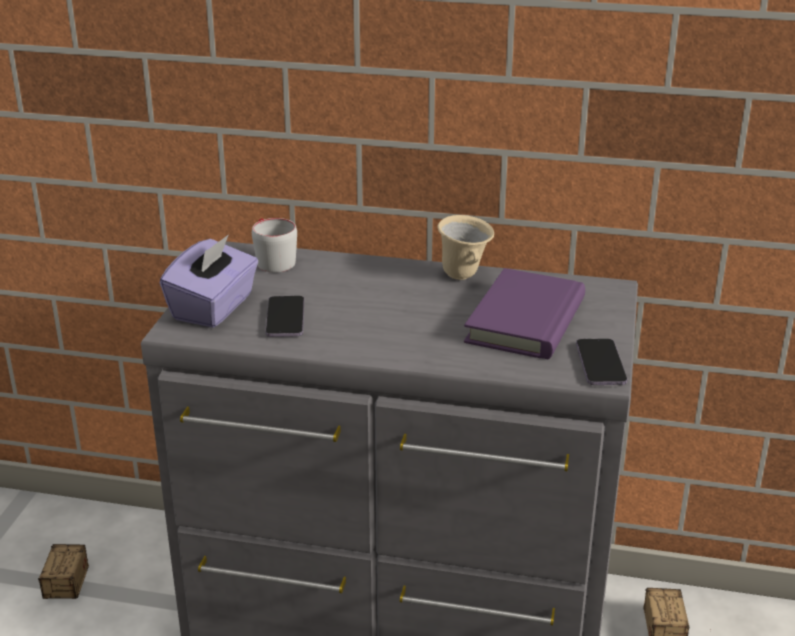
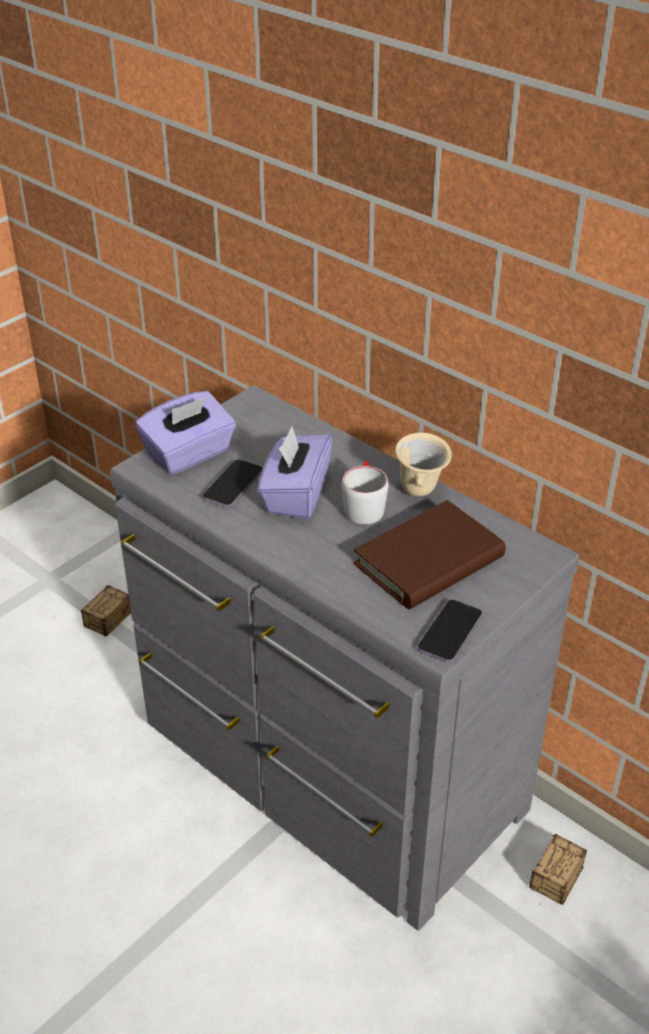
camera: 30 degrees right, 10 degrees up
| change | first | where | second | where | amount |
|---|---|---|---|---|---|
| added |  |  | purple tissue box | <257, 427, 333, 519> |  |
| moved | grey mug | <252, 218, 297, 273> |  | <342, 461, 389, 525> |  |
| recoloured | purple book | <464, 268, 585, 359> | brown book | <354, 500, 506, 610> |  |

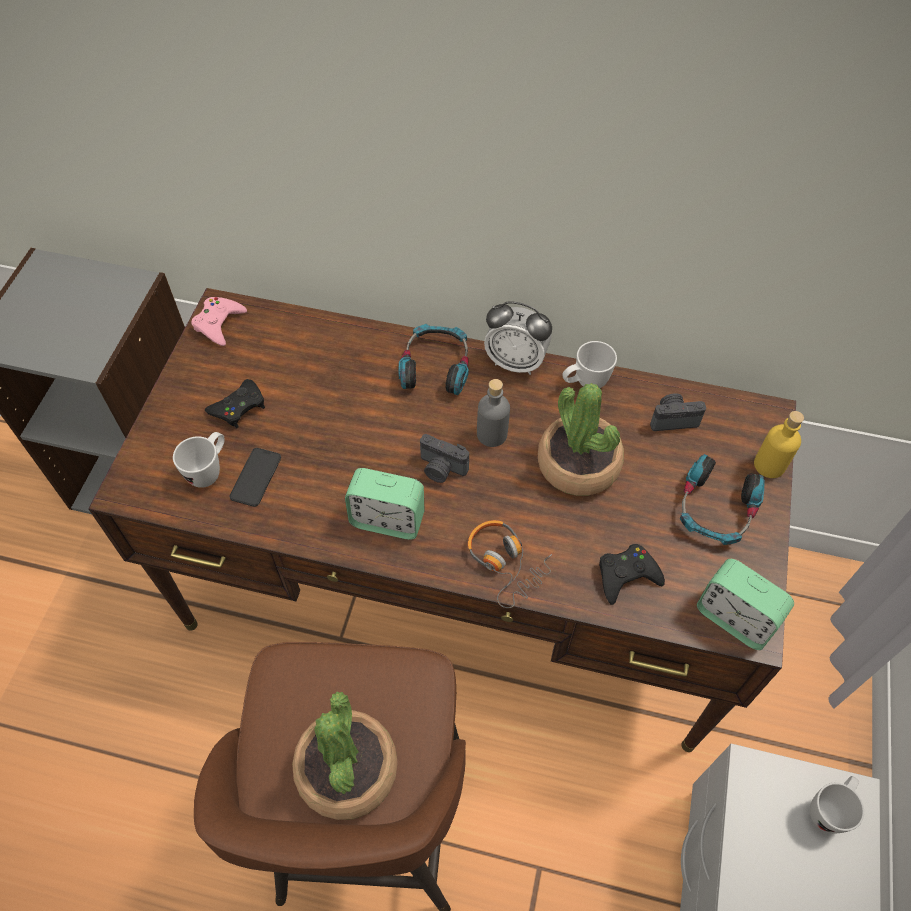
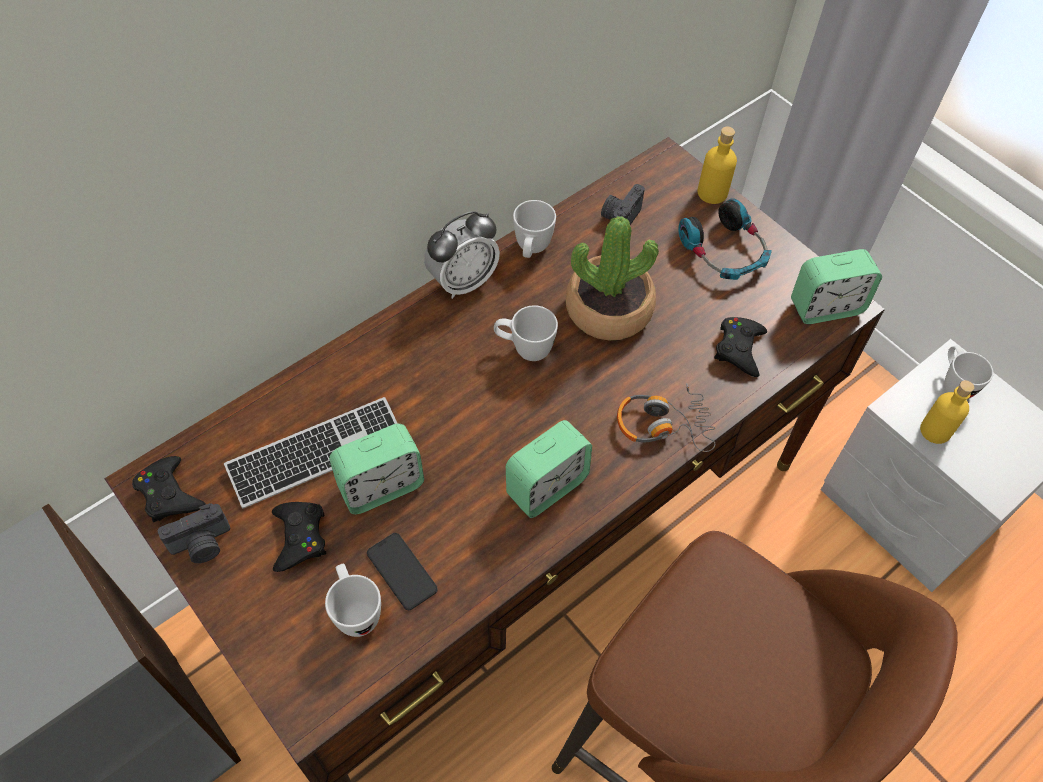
camera: 55 degrees left, 0 degrees up
| change | first | where | second | where | amount |
|---|---|---|---|---|---|
| removed | potted plant | <292, 691, 398, 820> |  |  |  |
| removed | headphones | <399, 324, 469, 395> |  |  |  |
| added |  |  | keyboard | <224, 397, 398, 509> |  |
| added |  |  | alarm clock | <329, 424, 424, 514> |  |
| added |  |  | yellow bottle | <920, 380, 974, 444> |  |
| moved | photo camera | <420, 434, 469, 483> |  | <158, 503, 230, 563> |  |
| replaced | grey bottle | <477, 379, 510, 447> | white mug | <494, 305, 558, 361> |  |
| recoloured | pink game controller | <191, 297, 247, 346> | black game controller | <132, 456, 206, 522> |  |

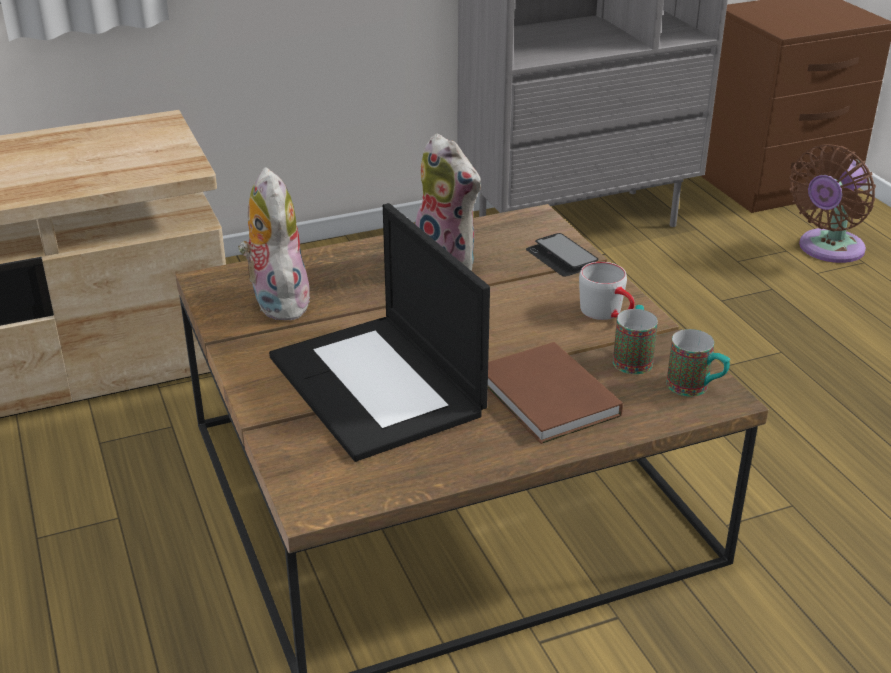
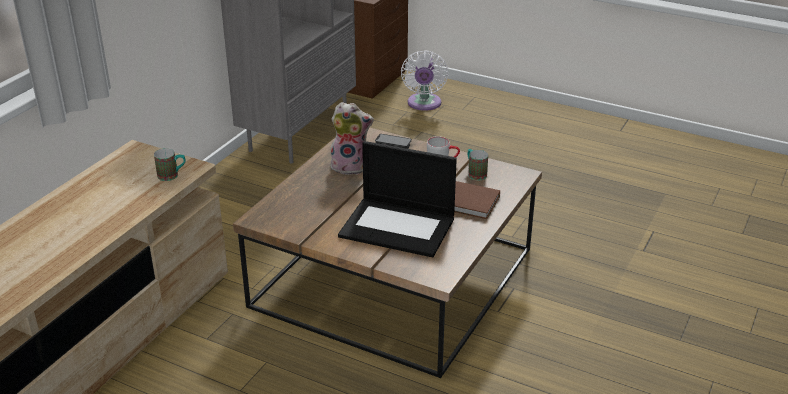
camera: 40 degrees left, 0 degrees up
| change | first | where | second | where | amount |
|---|---|---|---|---|---|
| removed | plush toy | <238, 167, 310, 320> |  |  |  |
| moved | mug | <666, 329, 730, 397> |  | <154, 148, 186, 181> |  |
| recoloured | brown fan | <789, 144, 876, 263> | white fan | <401, 50, 448, 111> |  |

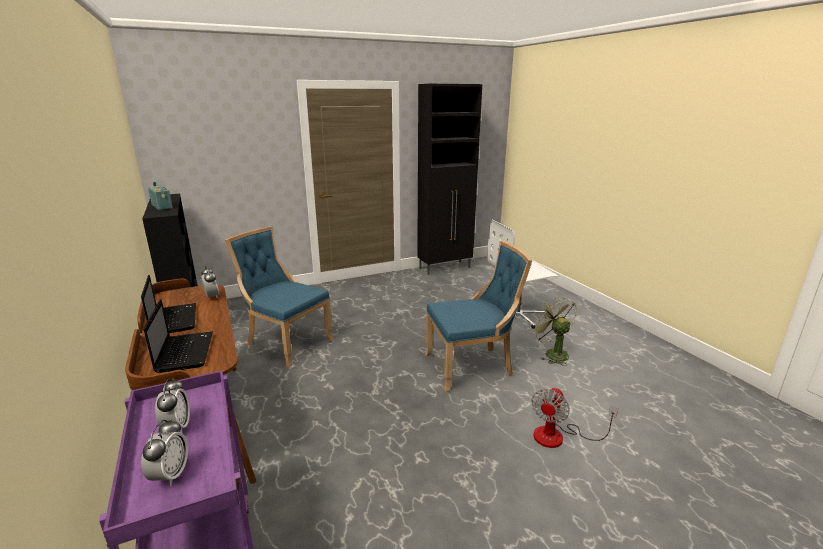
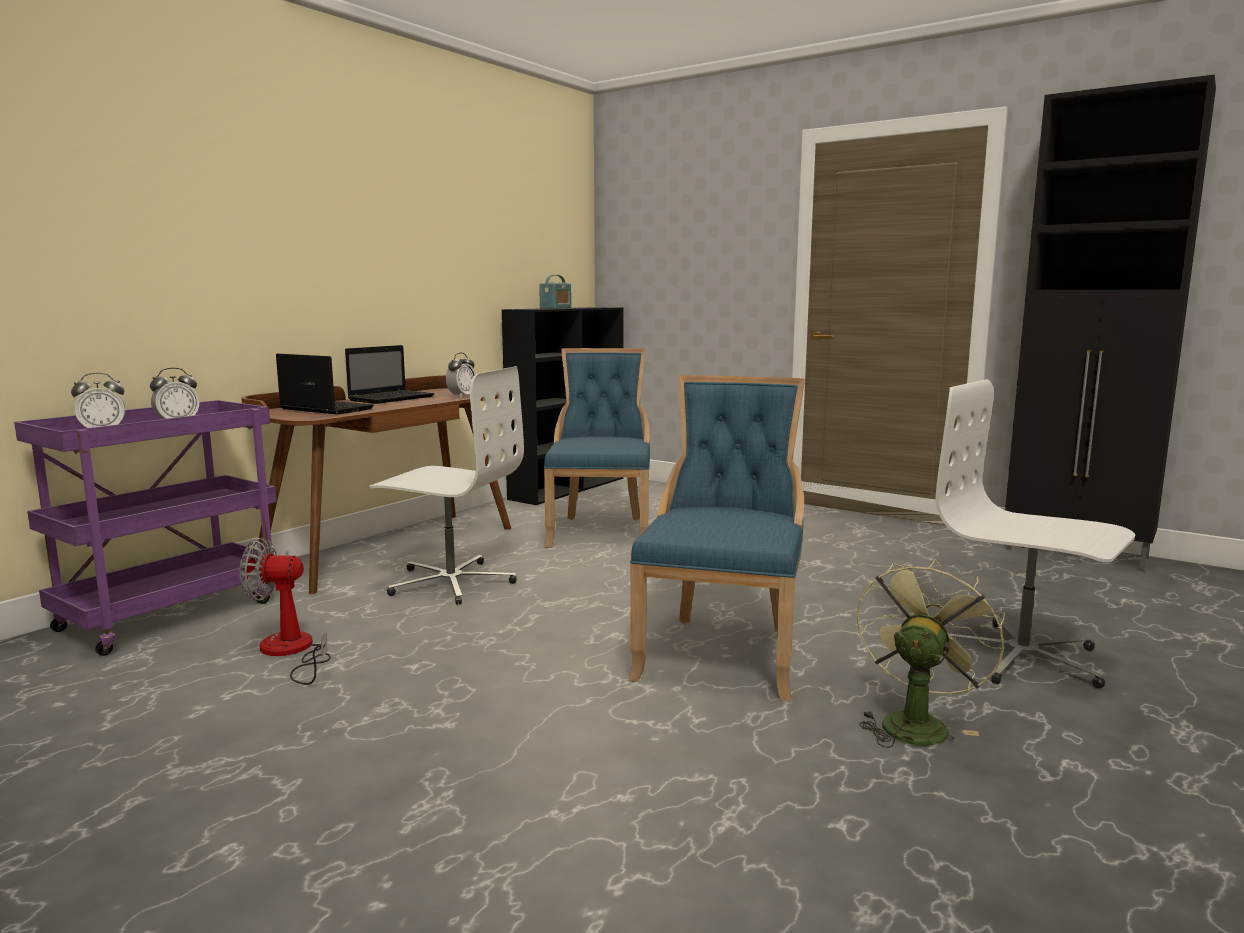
camera: 60 degrees right, 10 degrees down
| change | first | where | second | where | amount |
|---|---|---|---|---|---|
| added |  |  | white office chair | <369, 366, 524, 605> |  |
| moved | fan | <531, 387, 618, 448> |  | <240, 538, 331, 685> |  |
| turned | laptop | <143, 299, 213, 373> |  | <276, 354, 374, 415> | 105 degrees counterclockwise |
| turned | blue chair | <425, 241, 532, 392> |  | <628, 375, 805, 701> | 120 degrees counterclockwise |

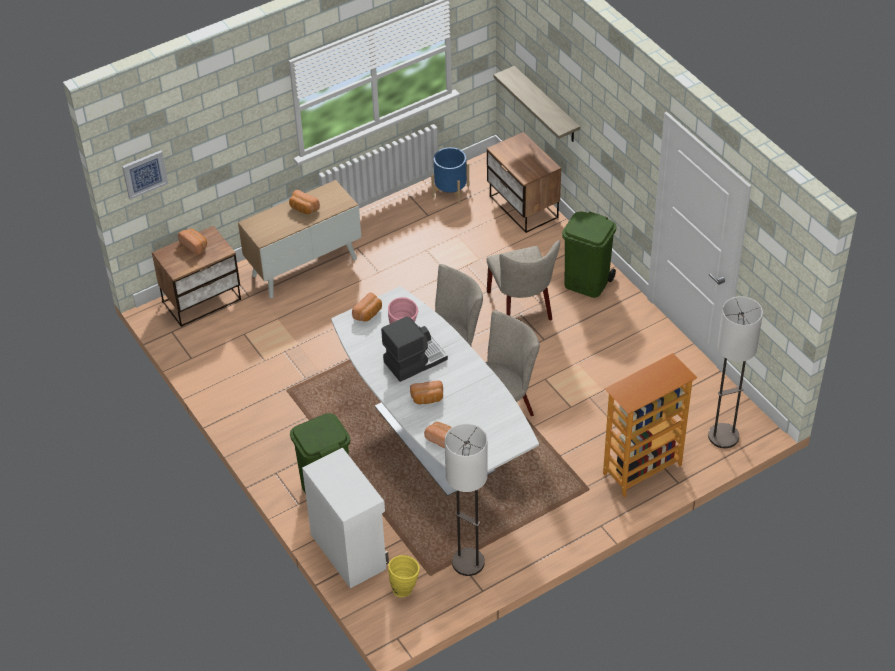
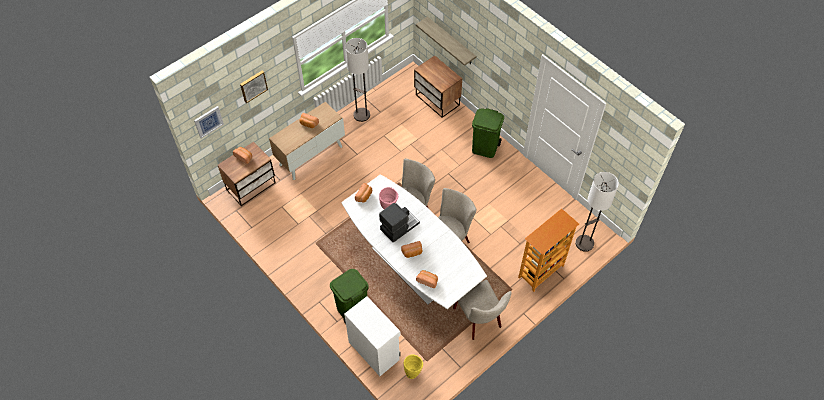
camera: 10 degrees left, 10 degrees up
| change | first | where | second | where | amount |
|---|---|---|---|---|---|
| removed | blue planter | <431, 147, 469, 204> |  |  |  |
| added |  |  | picture | <240, 71, 268, 103> |  |
| moved | floor lamp | <445, 424, 488, 576> |  | <345, 38, 370, 122> |  |
| moved | beige chair | <487, 240, 560, 321> |  | <453, 280, 511, 340> |  |

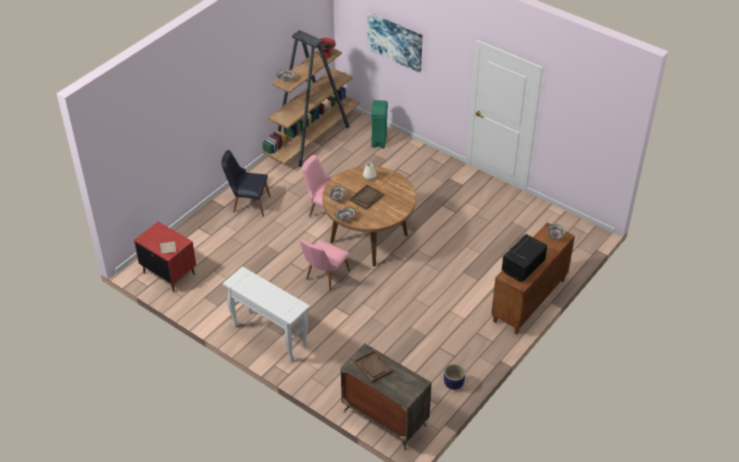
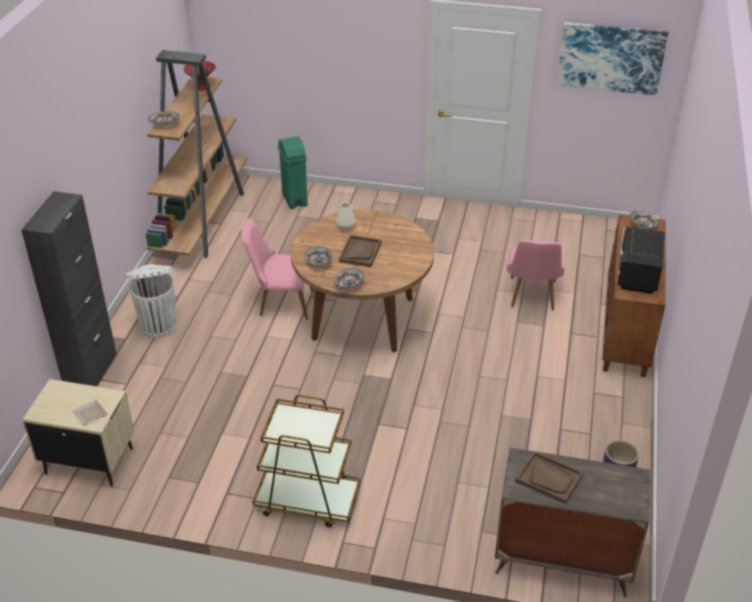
camera: 25 degrees left, 5 degrees down
| change | first | where | second | where | amount |
|---|---|---|---|---|---|
| added |  |  | black cabinet | <21, 191, 117, 386> |  |
| moved | pink chair | <300, 239, 350, 291> |  | <507, 240, 564, 310> |  |
| moved | picture | <367, 12, 422, 73> |  | <557, 22, 668, 95> |  |
| replaced | black chair | <221, 150, 270, 217> | white trash can | <126, 264, 177, 338> |  |
| replaced | white console table | <223, 266, 310, 362> | brown cart | <252, 395, 360, 527> |  |
| recoloured | red nightstand | <134, 221, 196, 292> | beige nightstand | <22, 379, 134, 486> |  |

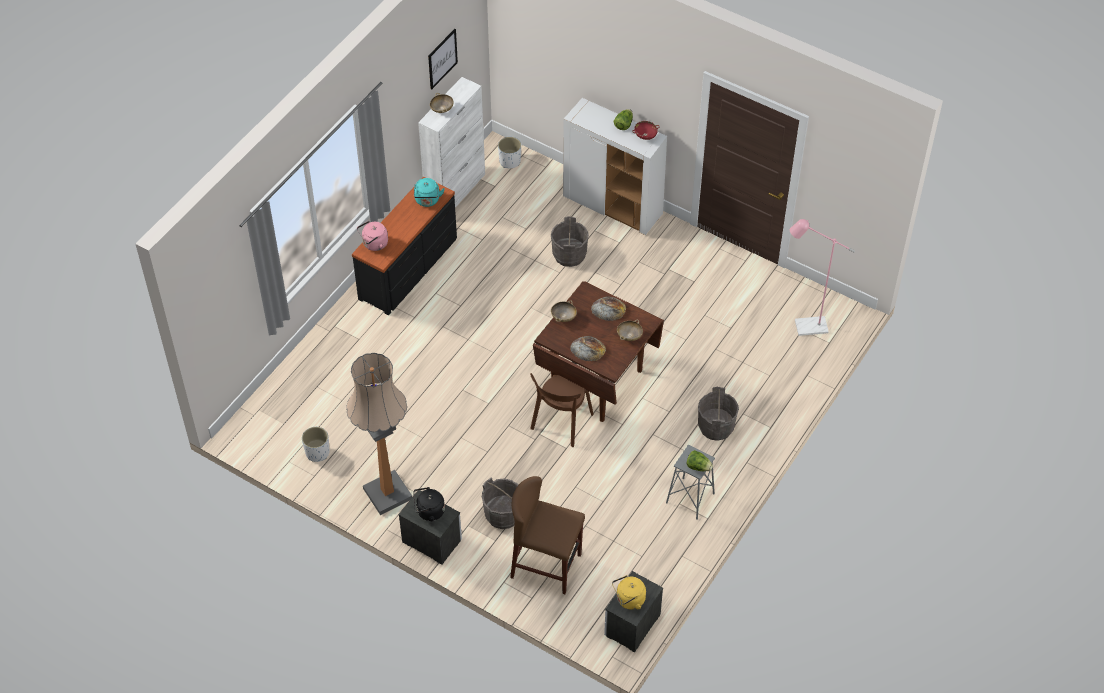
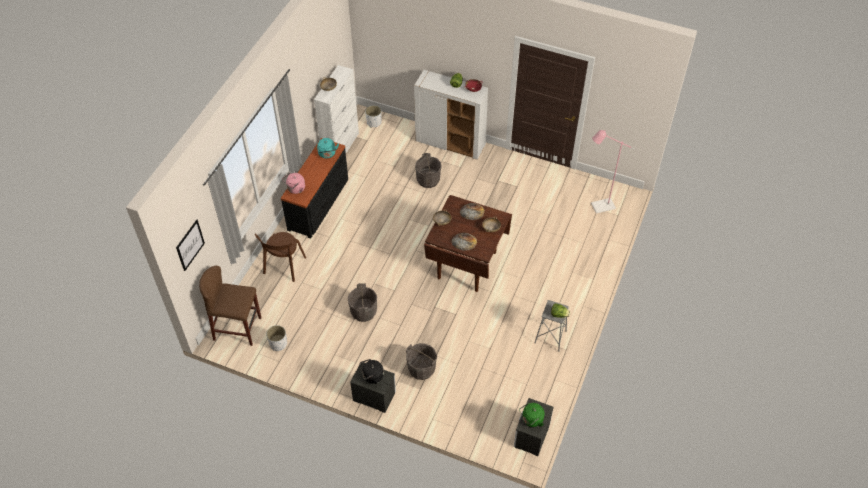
camera: 10 degrees left, 0 degrees up
| change | first | where | second | where | amount |
|---|---|---|---|---|---|
| removed | floor lamp | <346, 353, 412, 515> |  |  |  |
| moved | picture | <428, 29, 458, 90> |  | <176, 220, 205, 271> |  |
| moved | brown stool | <510, 476, 585, 594> |  | <199, 266, 261, 346> |  |
| moved | brown chair | <530, 373, 594, 447> |  | <255, 232, 306, 282> |  |
| moved | grey bucket | <698, 387, 739, 441> |  | <348, 283, 377, 322> |  |
| recoloured | yellow kettle | <612, 575, 646, 610> | green kettle | <519, 403, 545, 427> |  |

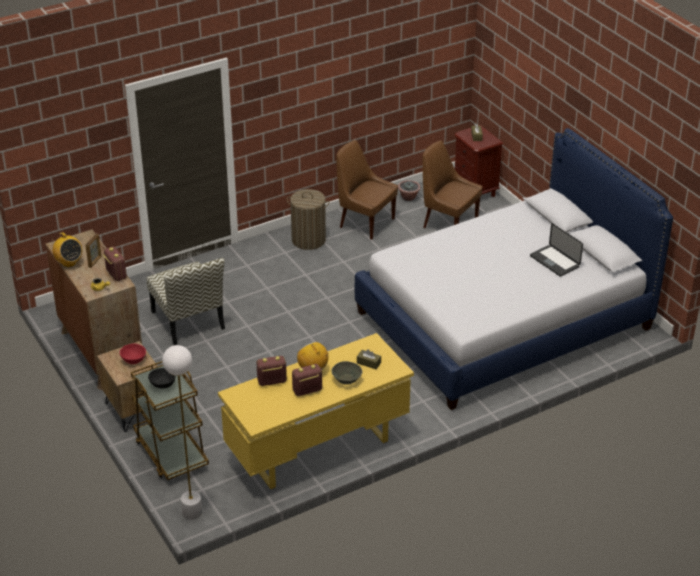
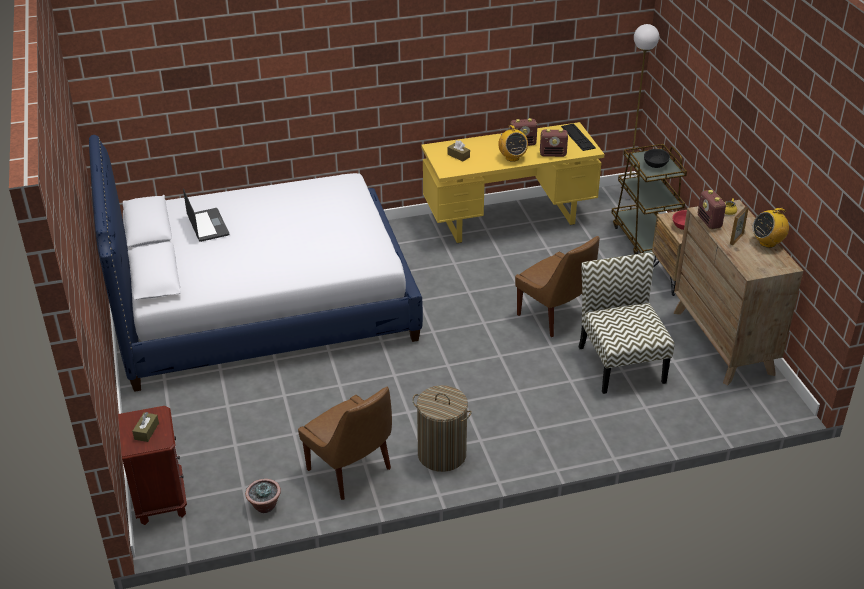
camera: 165 degrees left, 0 degrees up
| change | first | where | second | where | amount |
|---|---|---|---|---|---|
| removed | grey bowl | <331, 361, 363, 385> |  |  |  |
| added |  |  | keyboard | <561, 123, 596, 151> |  |
| moved | brown chair | <423, 140, 483, 228> |  | <515, 236, 600, 337> |  |
| turned | radio | <51, 232, 82, 267> |  | <753, 208, 789, 248> | 90 degrees counterclockwise |

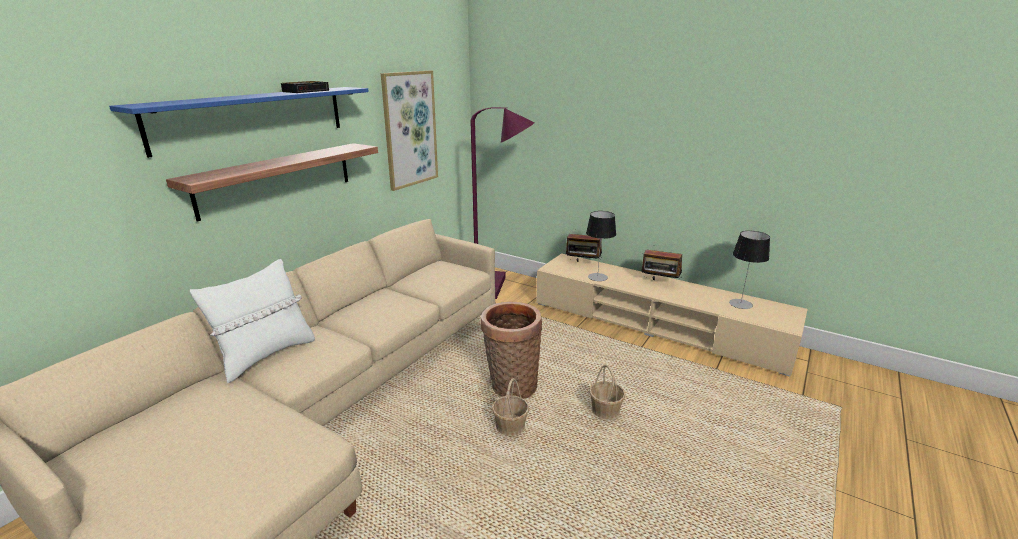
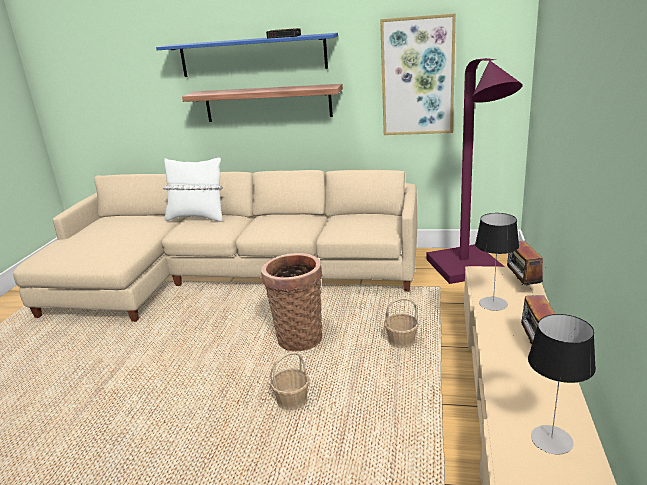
camera: 70 degrees right, 0 degrees up
| change | first | where | second | where | amount |
|---|---|---|---|---|---|
| moved | basket | <492, 378, 529, 436> |  | <384, 298, 419, 348> |  |

